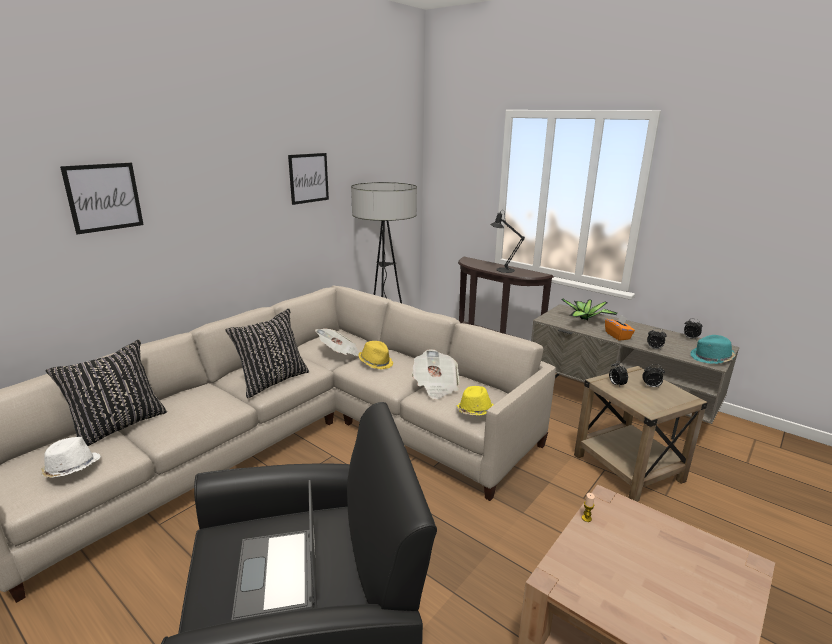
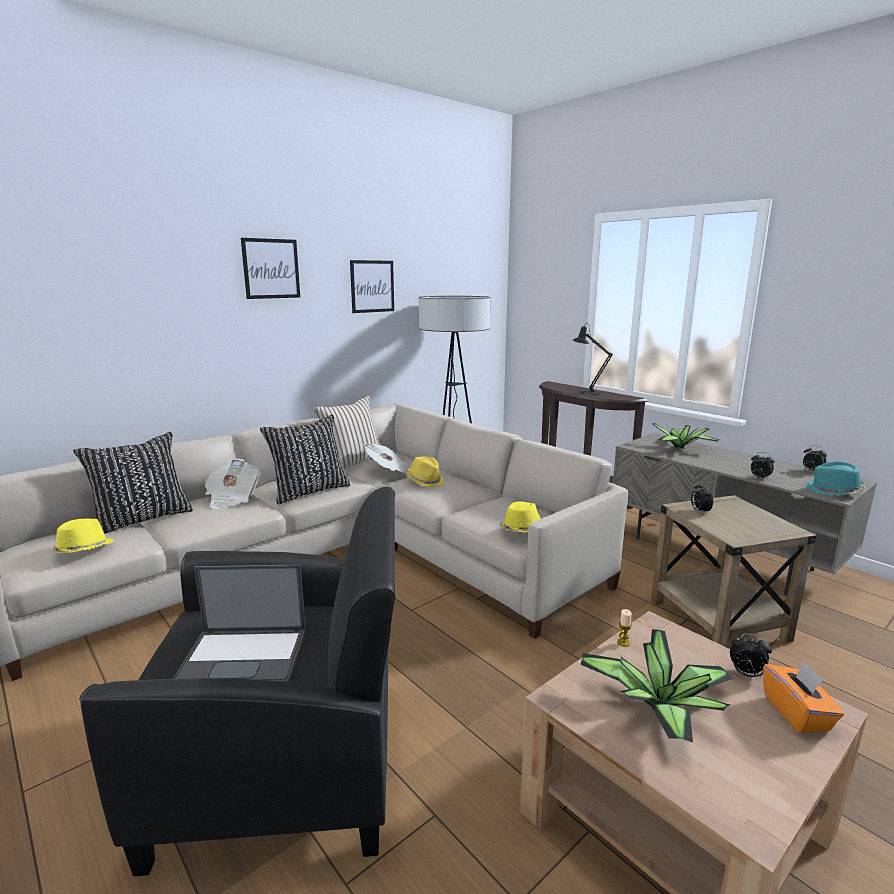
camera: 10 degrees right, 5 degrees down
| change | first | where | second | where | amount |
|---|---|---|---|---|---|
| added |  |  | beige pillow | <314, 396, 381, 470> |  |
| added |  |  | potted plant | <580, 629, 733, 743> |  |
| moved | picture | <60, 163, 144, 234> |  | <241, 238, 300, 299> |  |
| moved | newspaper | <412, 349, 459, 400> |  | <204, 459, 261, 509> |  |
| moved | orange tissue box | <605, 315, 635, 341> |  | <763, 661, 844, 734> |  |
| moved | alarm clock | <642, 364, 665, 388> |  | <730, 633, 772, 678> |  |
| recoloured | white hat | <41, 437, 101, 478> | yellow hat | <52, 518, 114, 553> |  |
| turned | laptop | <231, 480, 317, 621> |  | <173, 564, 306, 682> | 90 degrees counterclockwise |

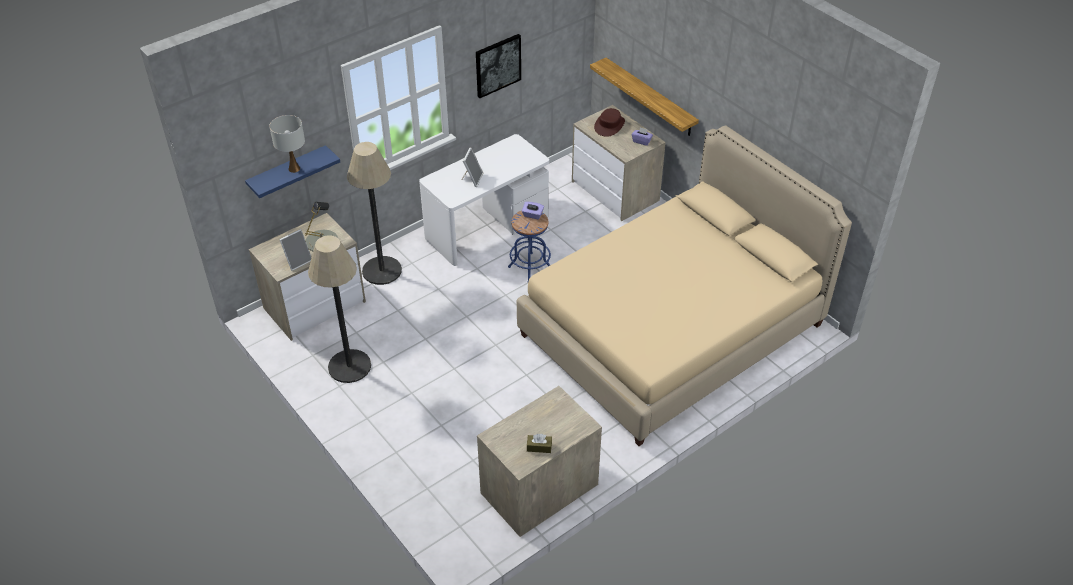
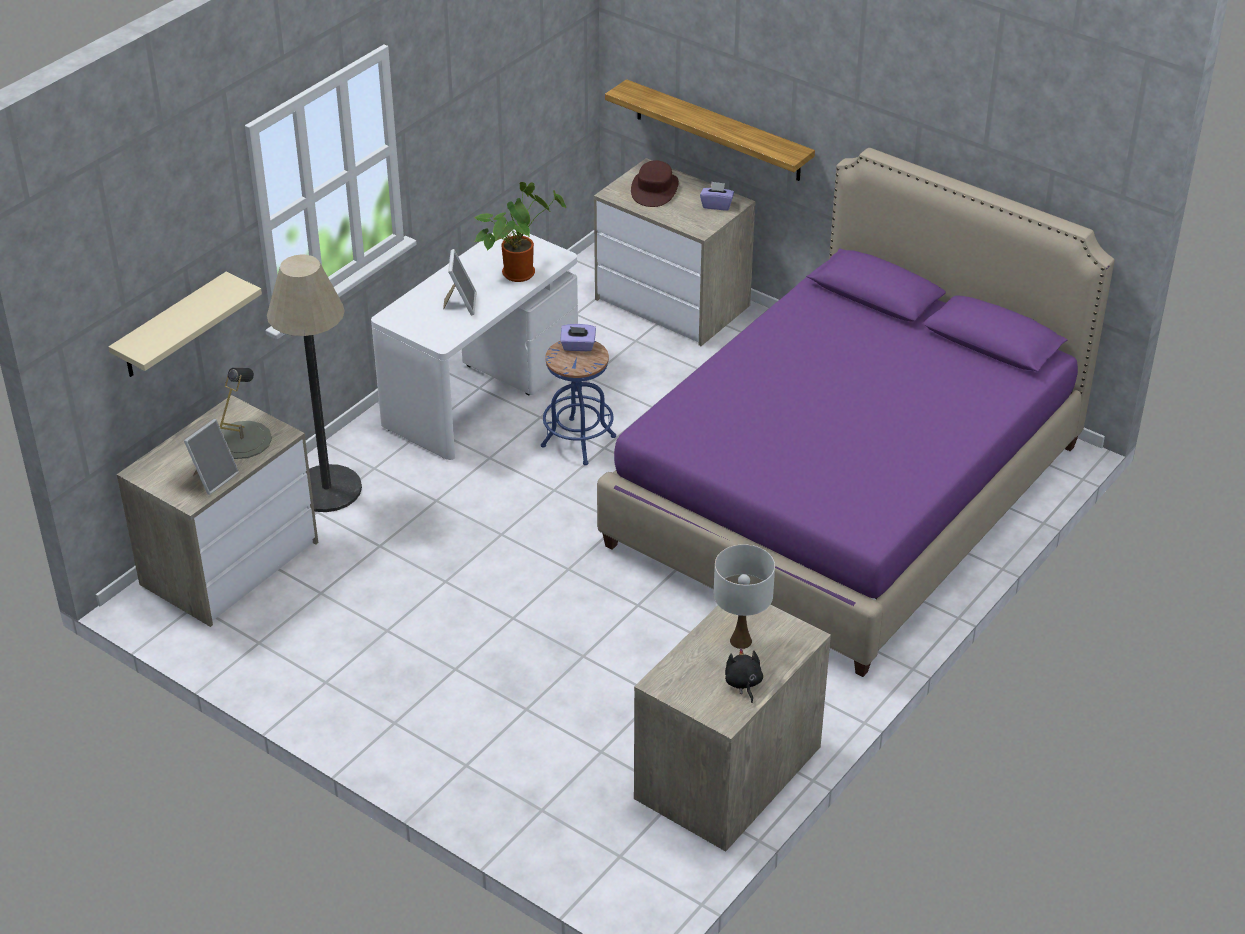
camera: 15 degrees left, 5 degrees down
| change | first | where | second | where | amount |
|---|---|---|---|---|---|
| removed | floor lamp | <308, 235, 371, 383> |  |  |  |
| removed | picture | <476, 34, 521, 98> |  |  |  |
| added |  |  | potted plant | <474, 182, 566, 282> |  |
| moved | white table lamp | <269, 115, 305, 173> |  | <714, 544, 775, 649> |  |
| replaced | brown tissue box | <527, 434, 552, 453> | black plush toy | <725, 648, 763, 703> |  |
| recoloured | blue shelf | <245, 145, 340, 198> | beige shelf | <109, 272, 262, 377> |  |
| recoloured | beige bed | <517, 125, 852, 446> | purple bed | <597, 148, 1115, 677> |  |

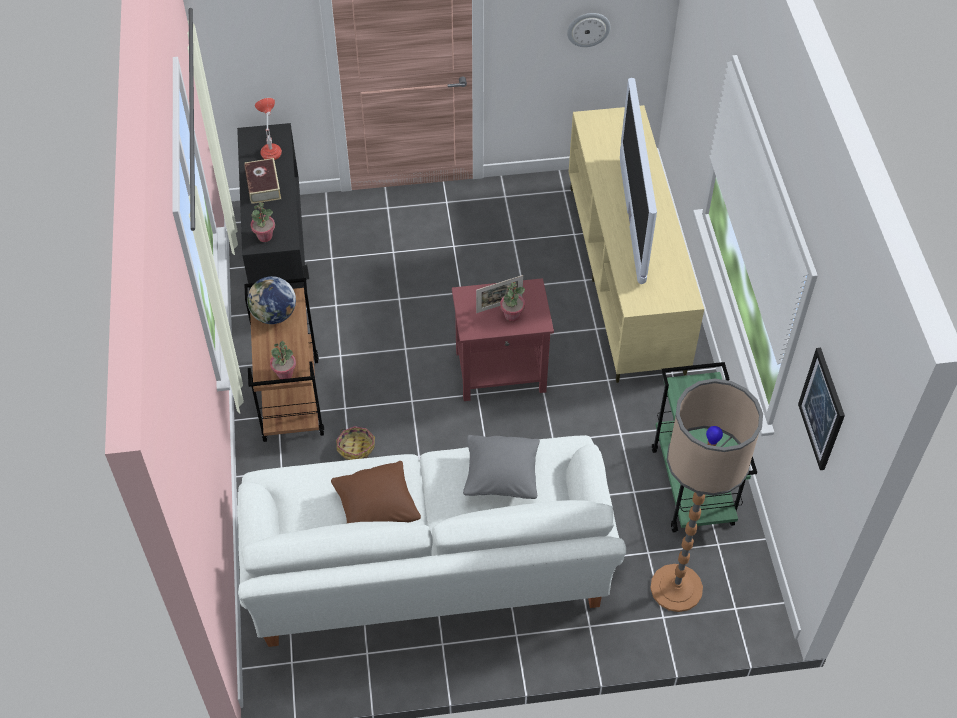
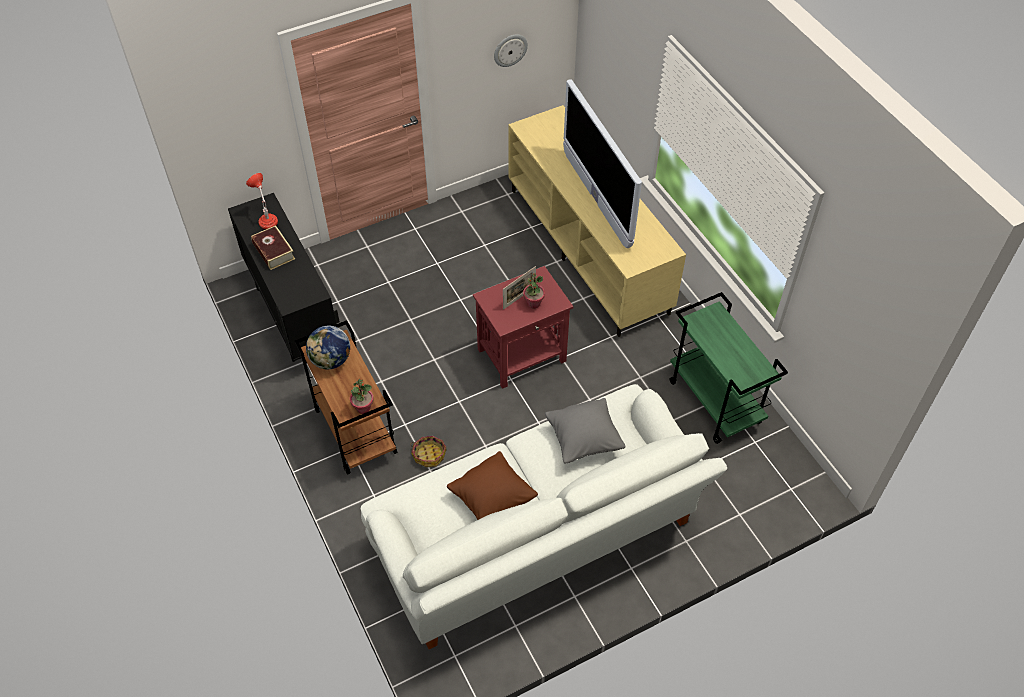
camera: 20 degrees left, 0 degrees up
| change | first | where | second | where | amount |
|---|---|---|---|---|---|
| removed | potted plant | <251, 202, 275, 242> |  |  |  |
| removed | floor lamp | <650, 379, 763, 612> |  |  |  |
| removed | picture | <798, 348, 845, 470> |  |  |  |

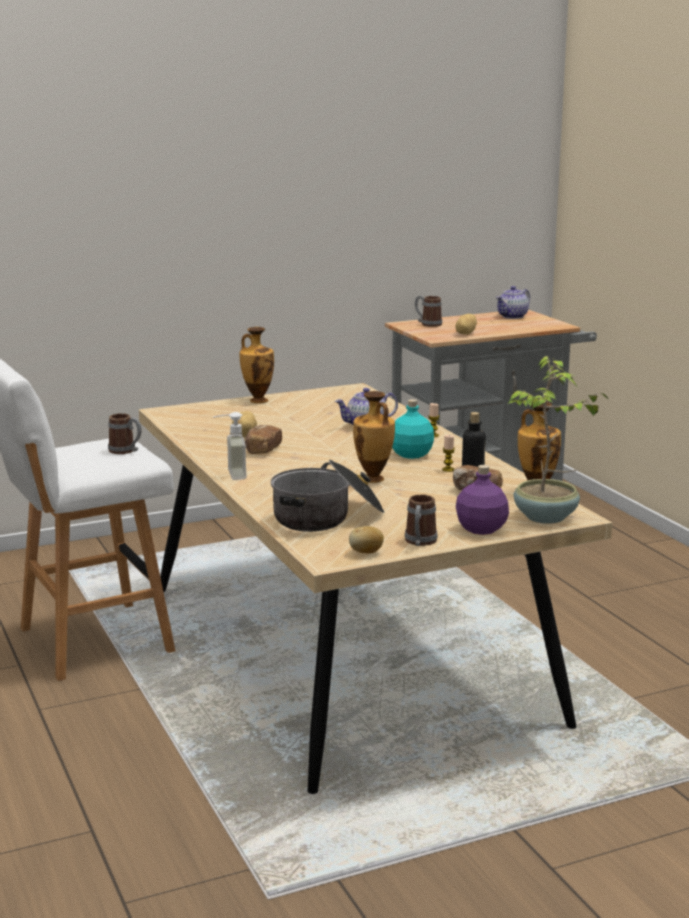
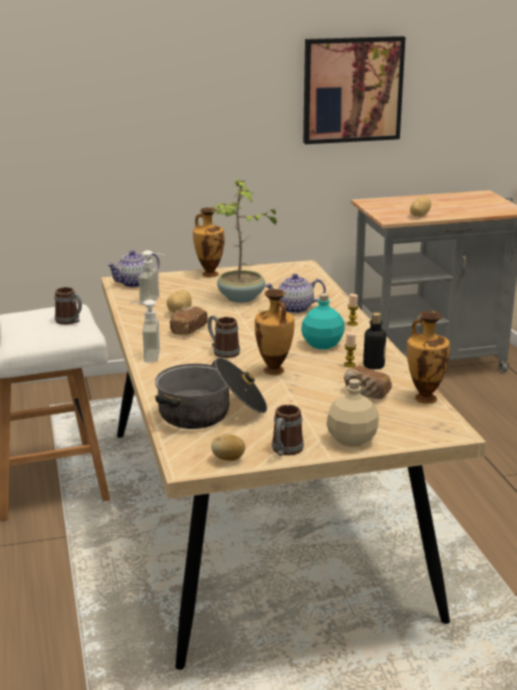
camera: 10 degrees right, 5 degrees up
| change | first | where | second | where | amount |
|---|---|---|---|---|---|
| added |  |  | soap dispenser | <138, 250, 165, 305> |  |
| added |  |  | picture | <303, 36, 405, 144> |  |
| moved | mug | <415, 296, 442, 327> |  | <207, 315, 240, 358> |  |
| moved | teapot | <496, 286, 530, 319> |  | <107, 251, 160, 287> |  |
| moved | potted plant | <508, 356, 608, 524> |  | <211, 179, 279, 303> |  |
| recoloured | purple bottle | <456, 465, 509, 535> | beige bottle | <327, 379, 379, 447> |  |

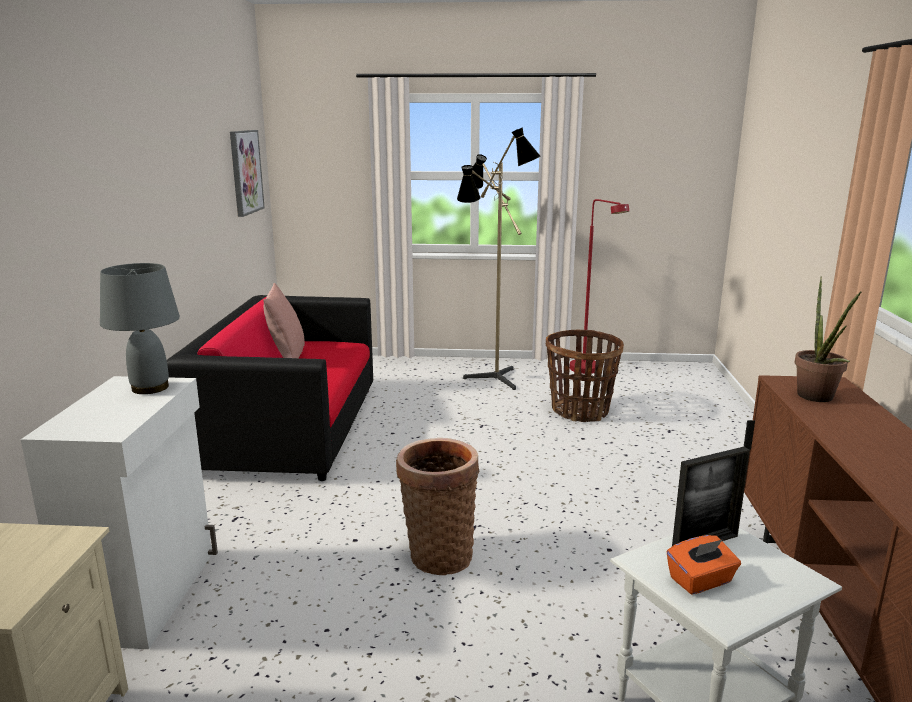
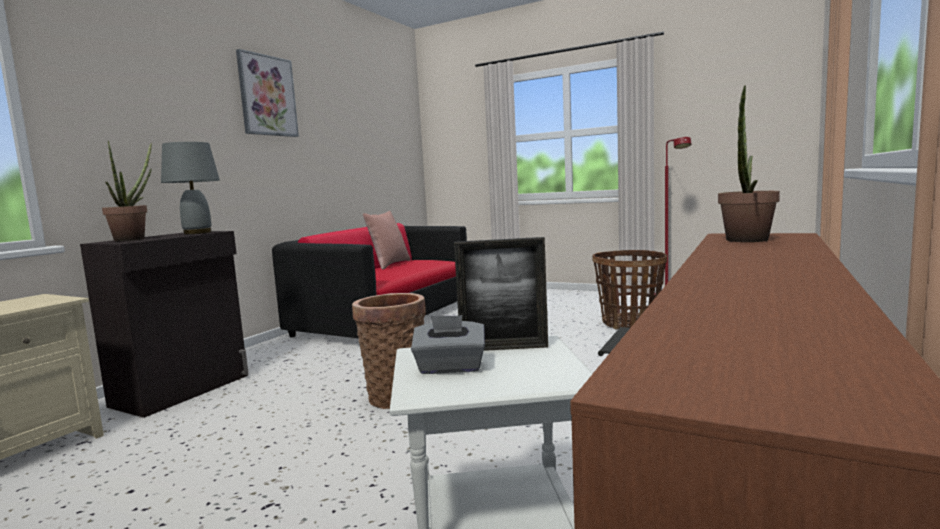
camera: 25 degrees right, 10 degrees down
| change | first | where | second | where | amount |
|---|---|---|---|---|---|
| removed | floor lamp | <457, 127, 541, 390> |  |  |  |
| added |  |  | potted plant | <102, 141, 152, 241> |  |
| moved | picture | <230, 130, 265, 217> |  | <236, 49, 299, 137> |  |
| recoloured | white cabinet | <21, 376, 218, 649> | black cabinet | <80, 231, 248, 418> |  |
| recoloured | orange tissue box | <667, 535, 741, 594> | grey tissue box | <411, 315, 485, 374> |  |

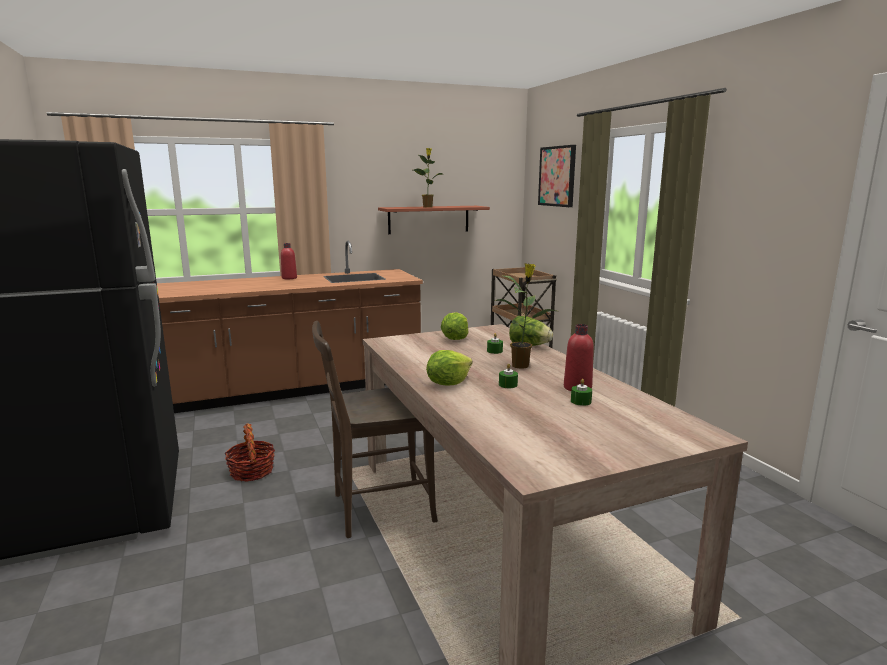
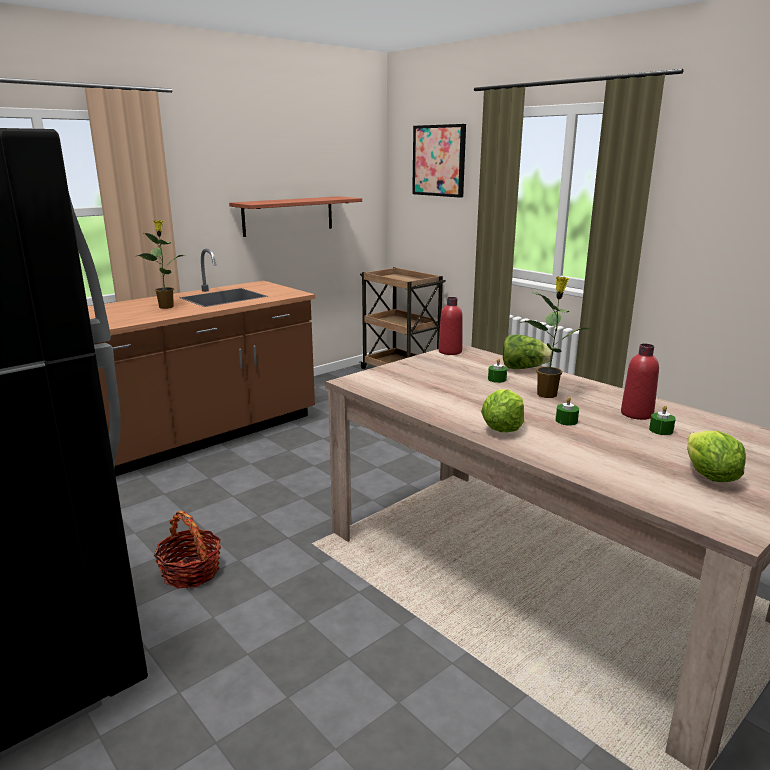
camera: 20 degrees left, 5 degrees up
| change | first | where | second | where | amount |
|---|---|---|---|---|---|
| removed | brown chair | <312, 321, 438, 538> |  |  |  |
| moved | red bottle | <281, 243, 297, 279> |  | <439, 297, 463, 355> |  |
| moved | potted plant | <413, 148, 443, 208> |  | <138, 220, 186, 309> |  |
| moved | lettuce | <441, 312, 469, 340> |  | <687, 431, 746, 482> |  |

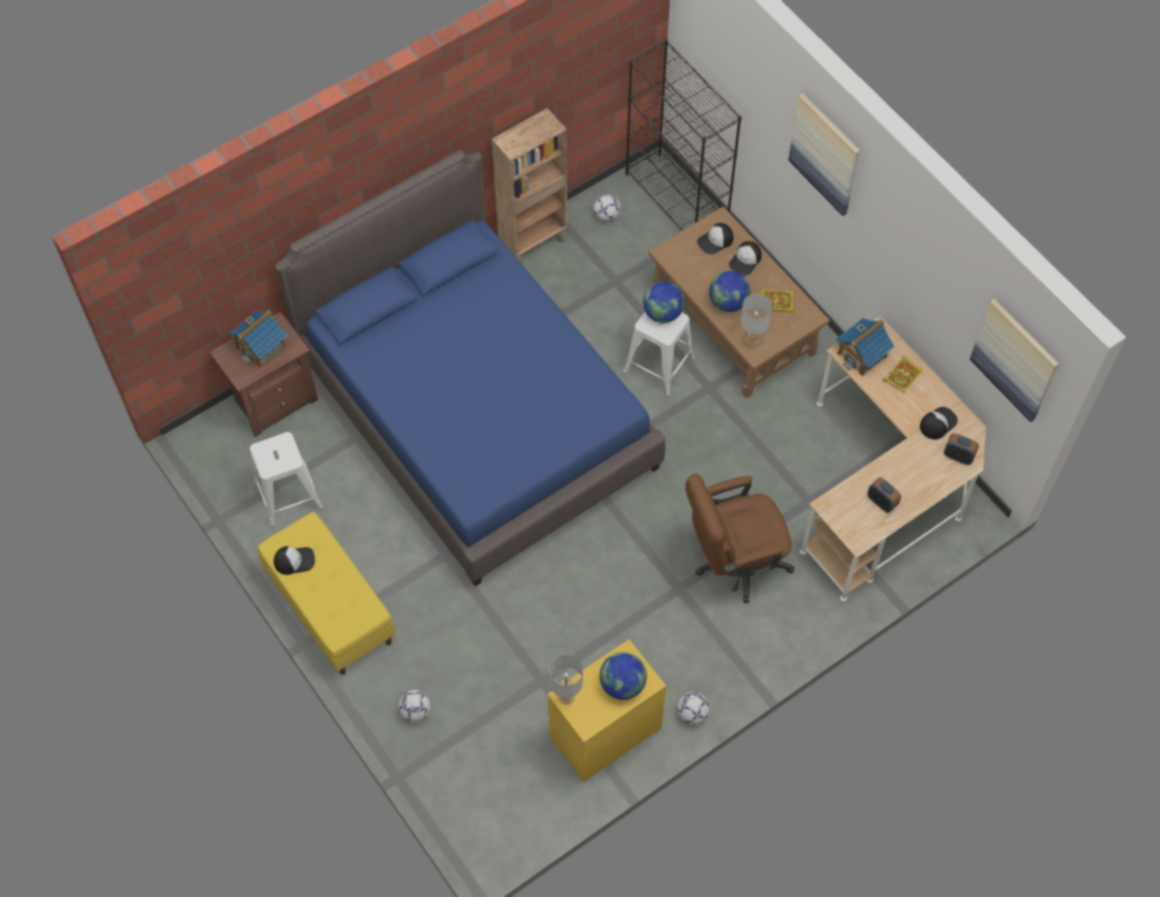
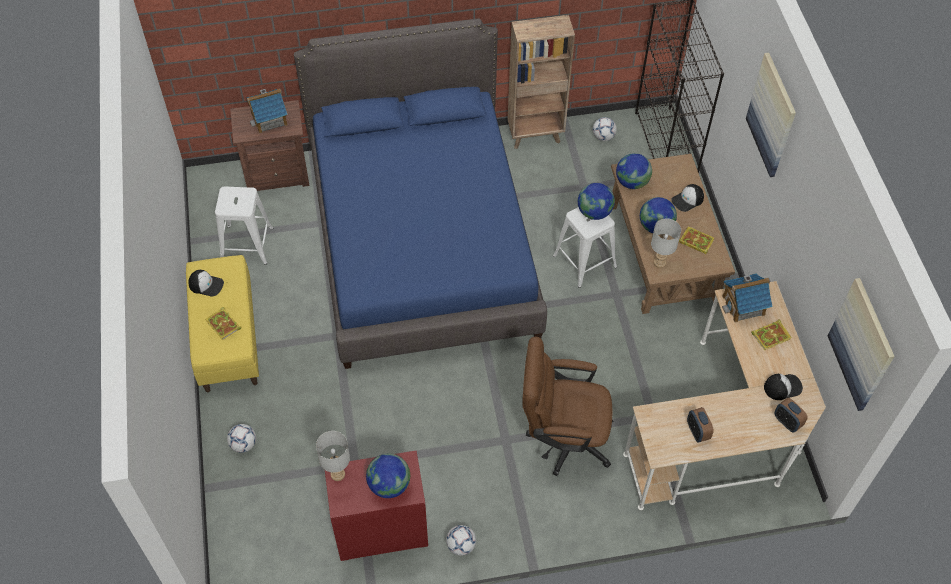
camera: 25 degrees right, 5 degrees down
| change | first | where | second | where | amount |
|---|---|---|---|---|---|
| removed | cap | <697, 223, 734, 254> |  |  |  |
| added |  |  | book | <205, 307, 242, 340> |  |
| added |  |  | globe | <616, 153, 652, 189> |  |
| recoloured | yellow dresser | <547, 639, 666, 783> | red dresser | <325, 451, 428, 561> |  |

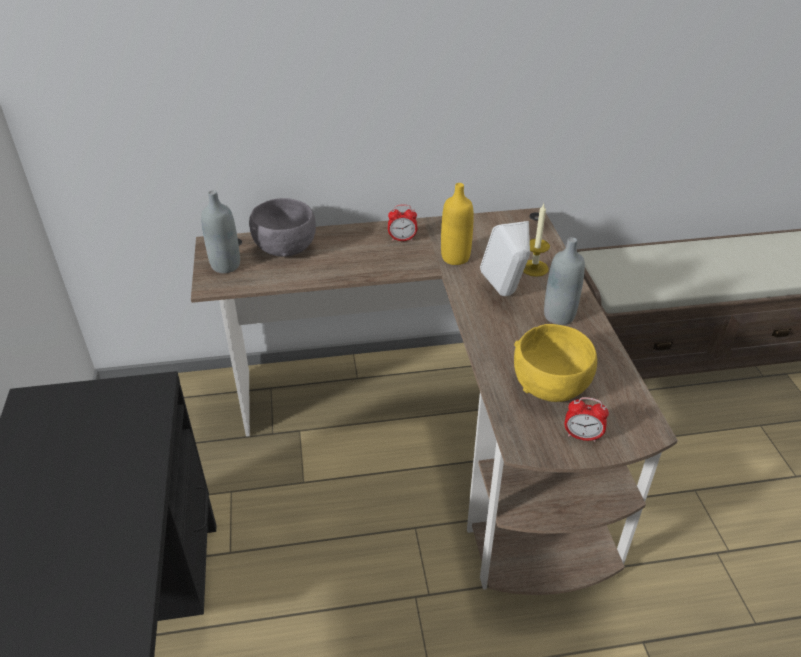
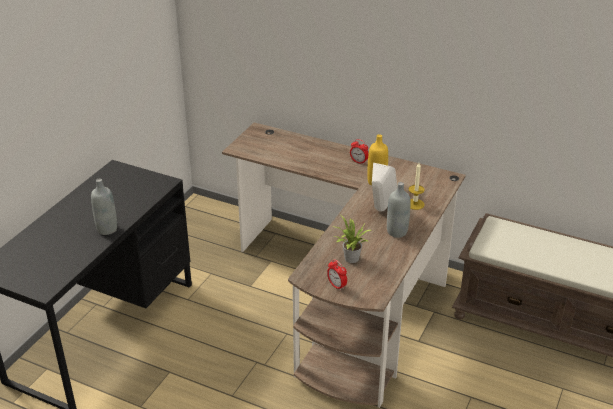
camera: 35 degrees right, 5 degrees down
| change | first | where | second | where | amount |
|---|---|---|---|---|---|
| removed | grey bowl | <249, 198, 316, 257> |  |  |  |
| moved | grey bottle | <201, 190, 240, 274> |  | <91, 178, 117, 235> |  |
| replaced | yellow bowl | <514, 324, 597, 402> | potted plant | <334, 215, 371, 263> |  |

